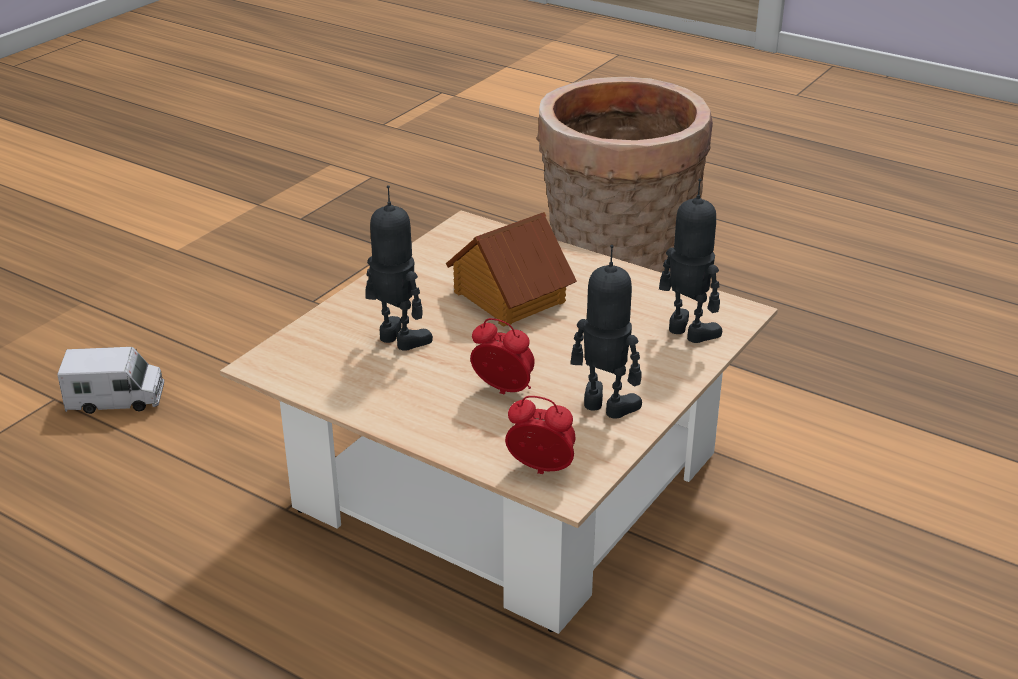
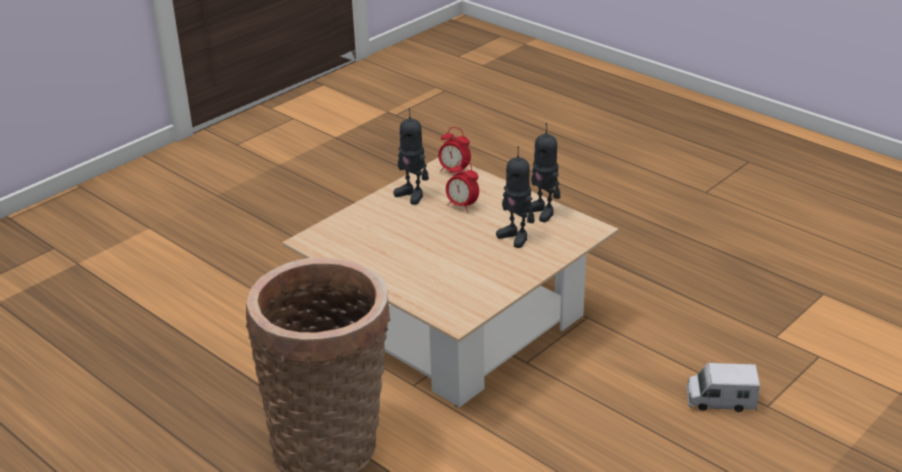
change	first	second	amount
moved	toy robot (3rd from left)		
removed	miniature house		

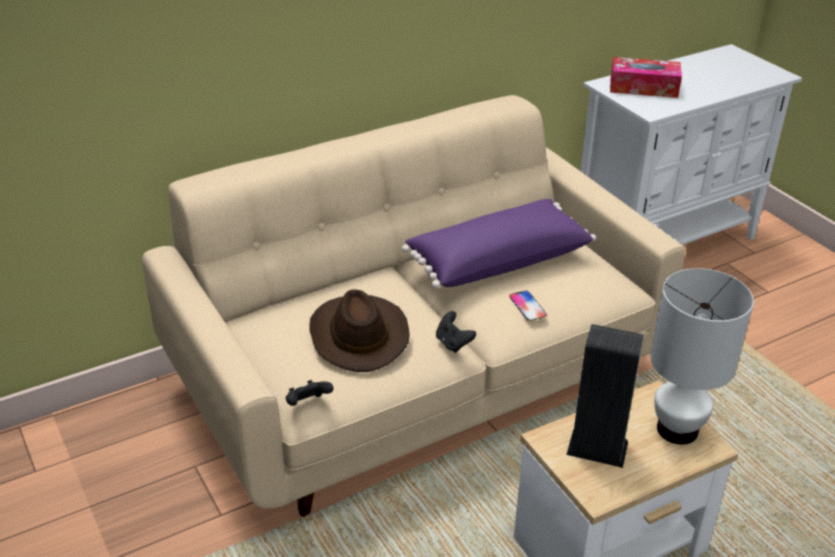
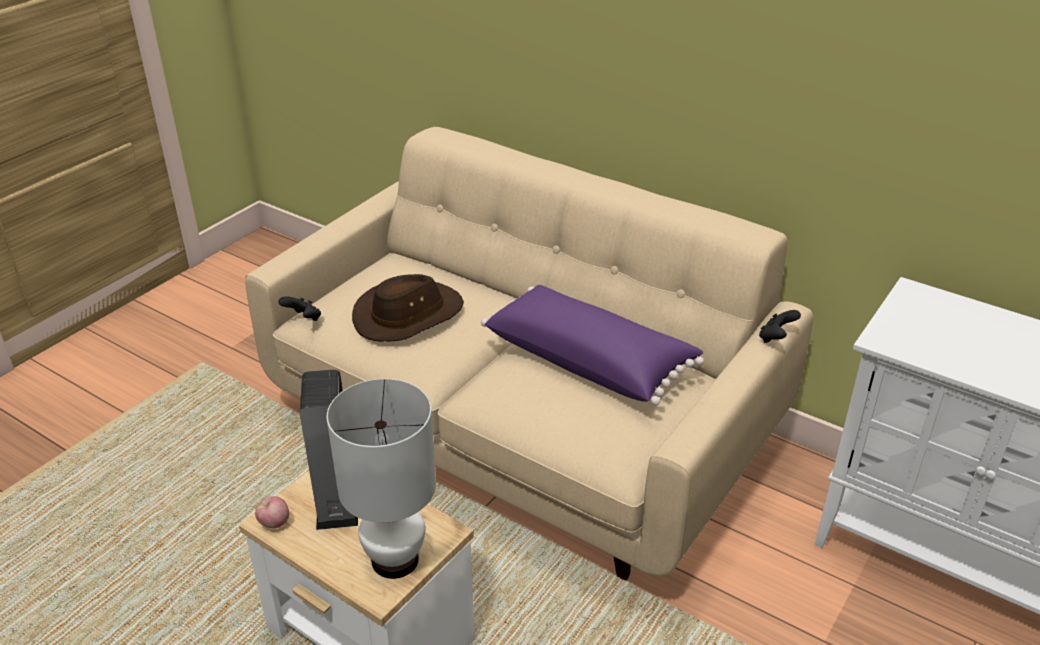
change	first	second	amount
added		apple fruit	
moved	blackish gamepad (2nd from left)		
removed	telephone		
removed	tissue holder		

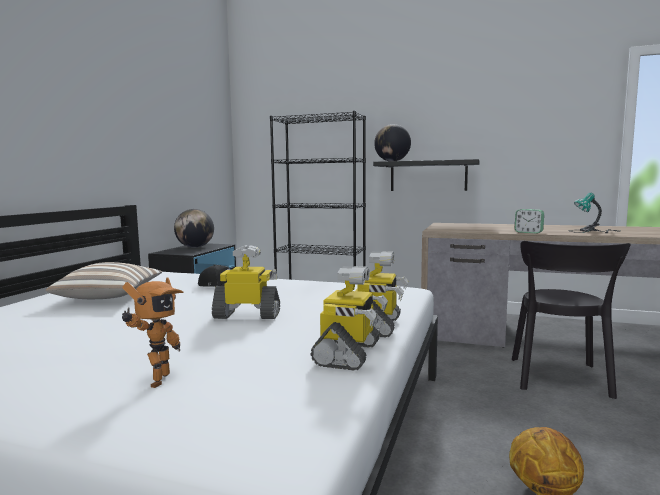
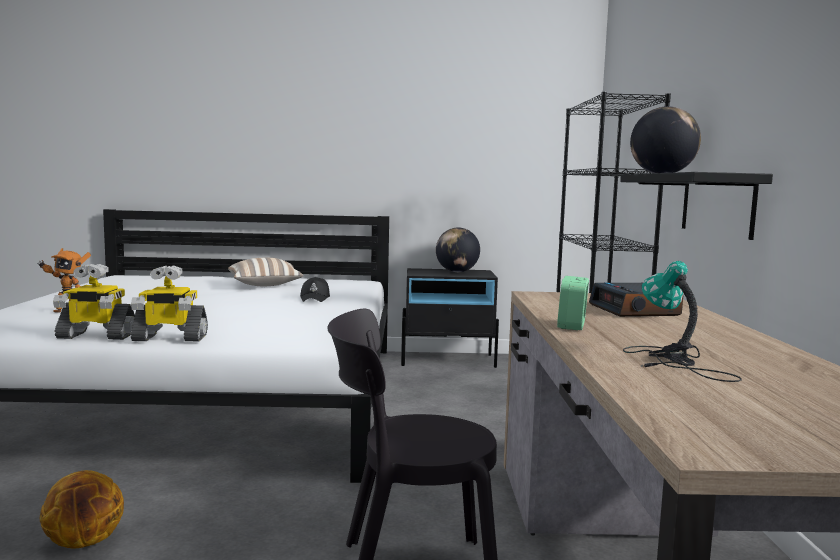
change	first	second	amount
added		table clock (2nd from left)	
removed	toy robot (2nd from left)		

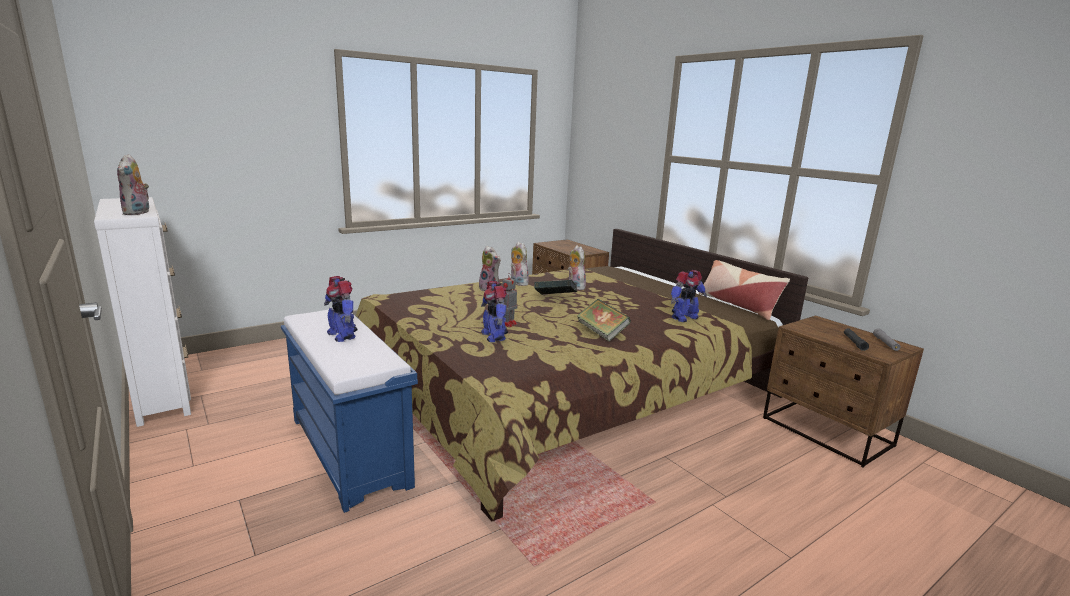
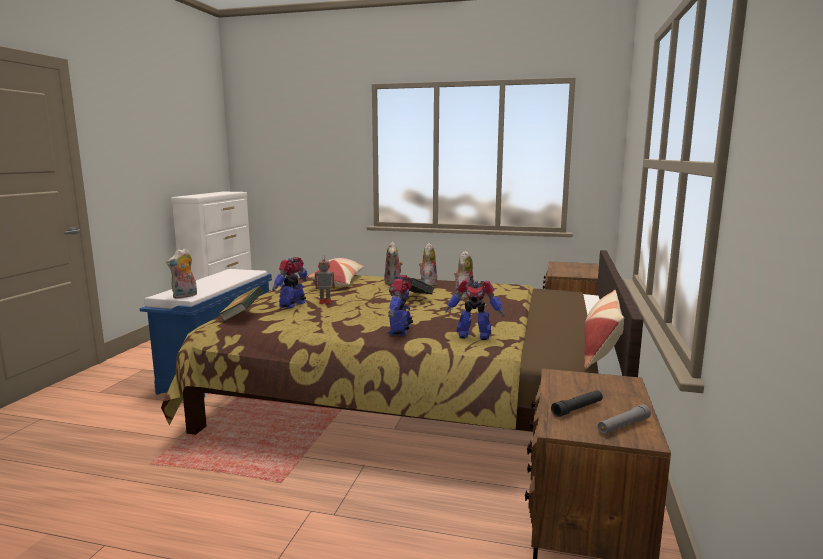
change	first	second	amount
moved	cuddly toy (1st from left)		
moved	bound book (2nd from left in the first image)	bound book (1st from left)	
added		throw pillow (1st from left)	
moved	toy robot (1st from left in the first image)	toy robot (3rd from left)	

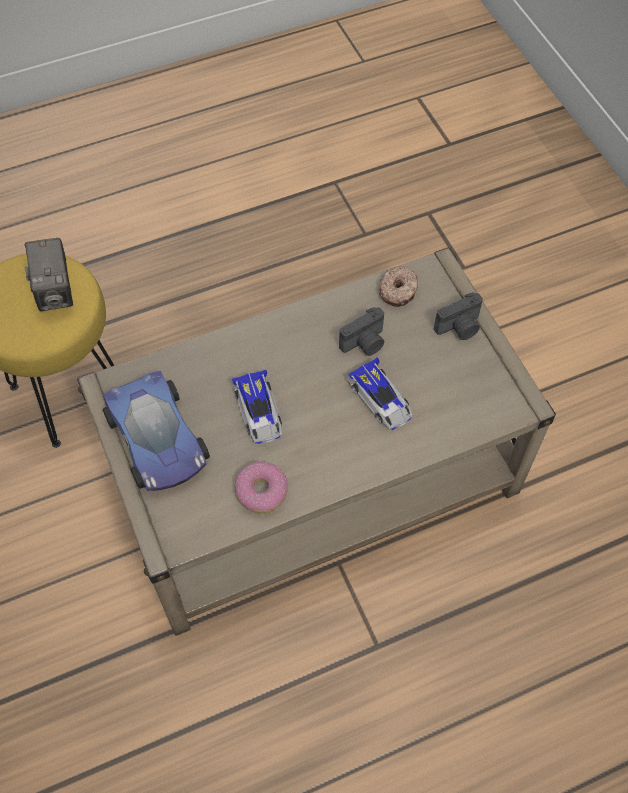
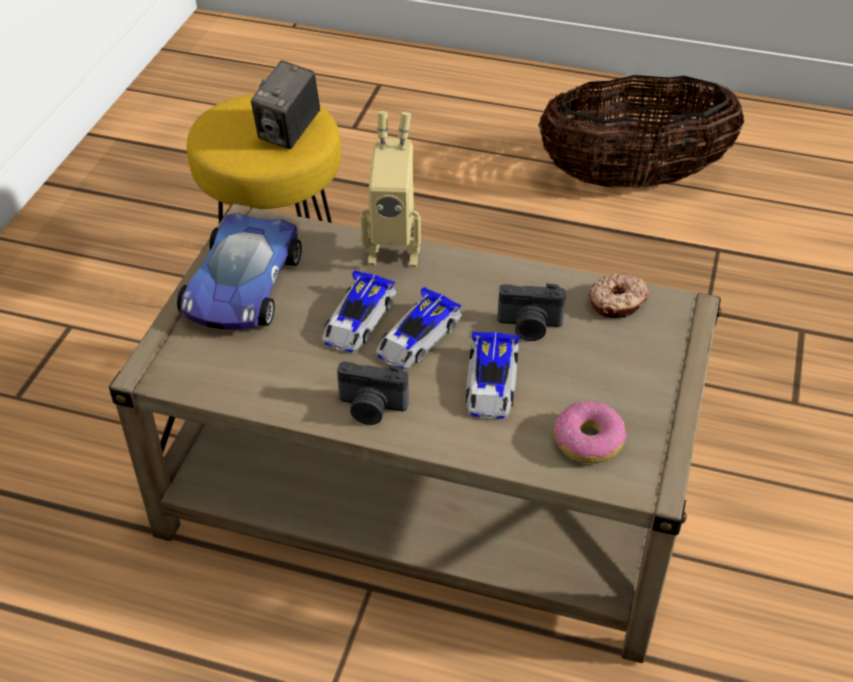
change	first	second	amount
moved	still camera (3rd from left in the first image)	still camera (2nd from left)	
added		toy robot	
added		model car (3rd from left)	
added		household basket	
moved	doughnut (1st from left)		

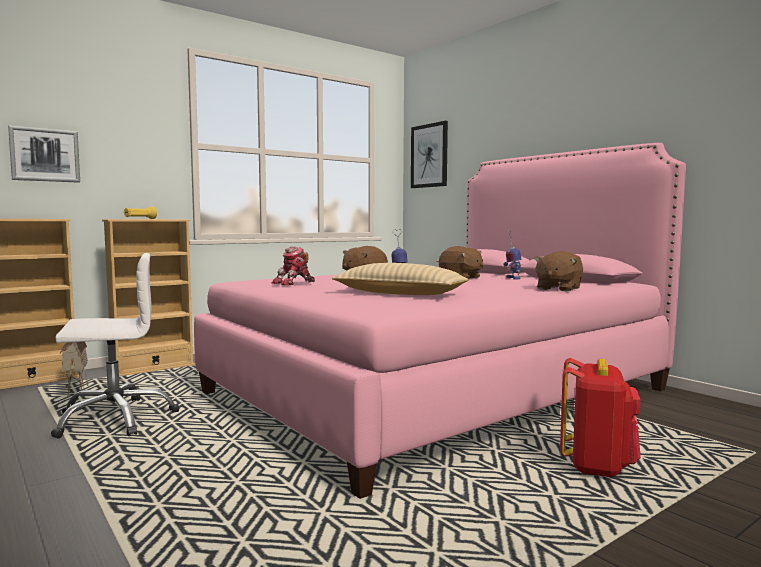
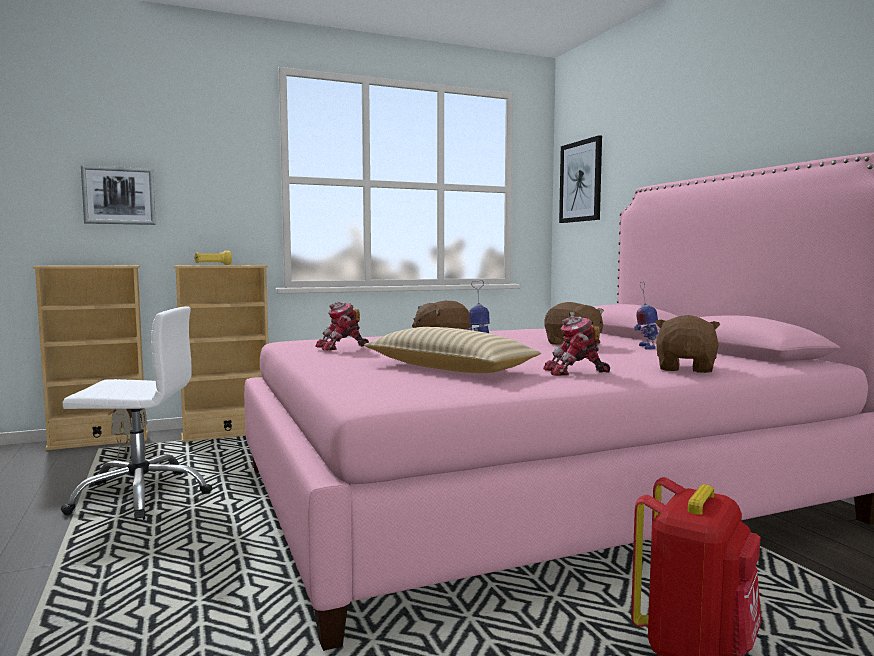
change	first	second	amount
added		toy robot (3rd from left)	
turned	brownish cuddly toy (3rd from left)		150 degrees clockwise

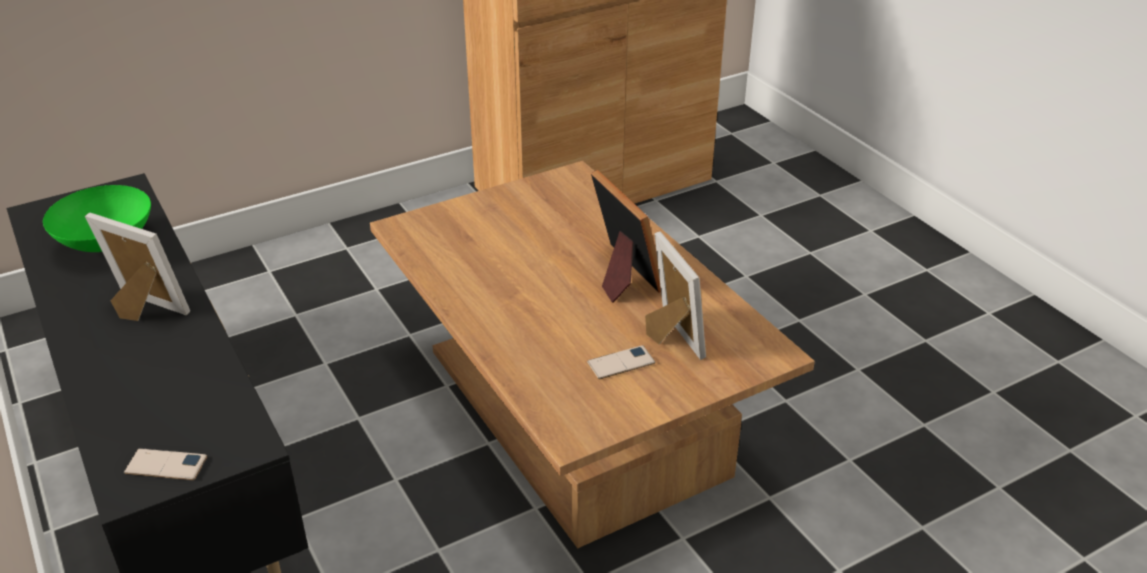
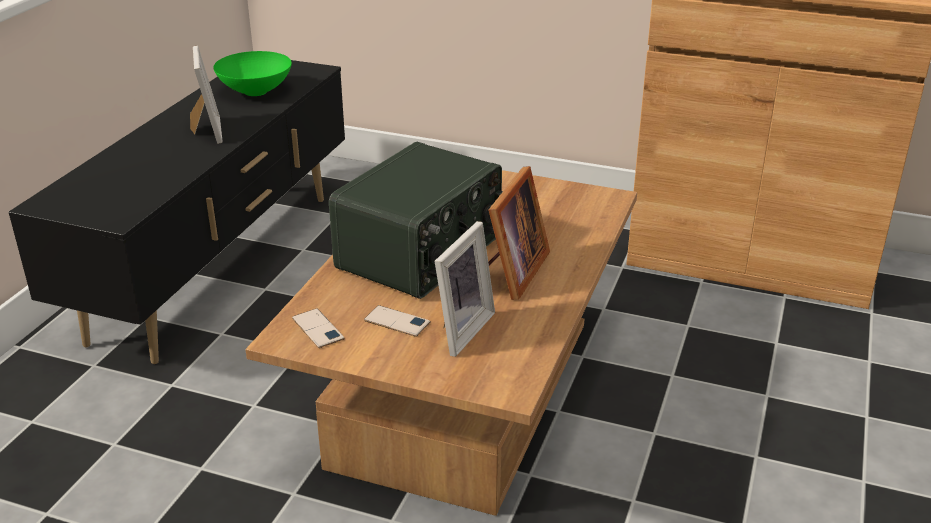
change	first	second	amount
moved	telephone (1st from left)		
added		radio	

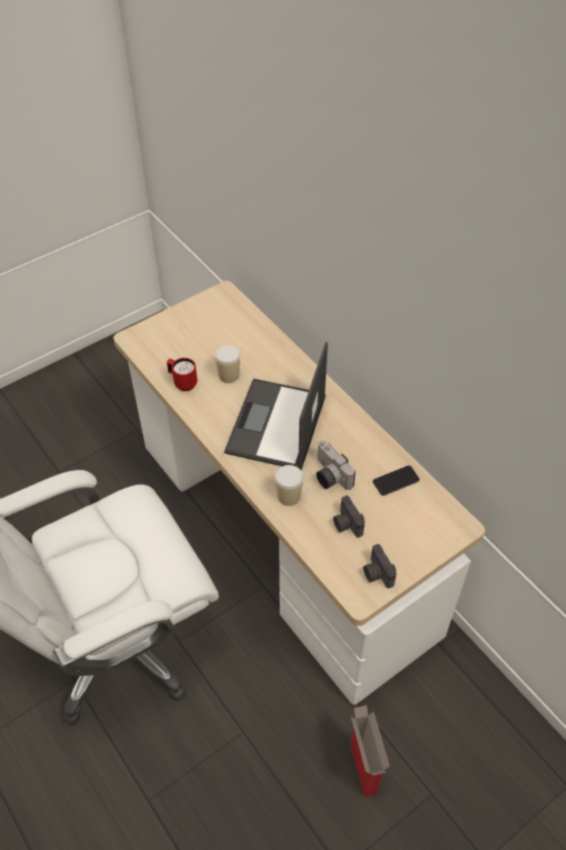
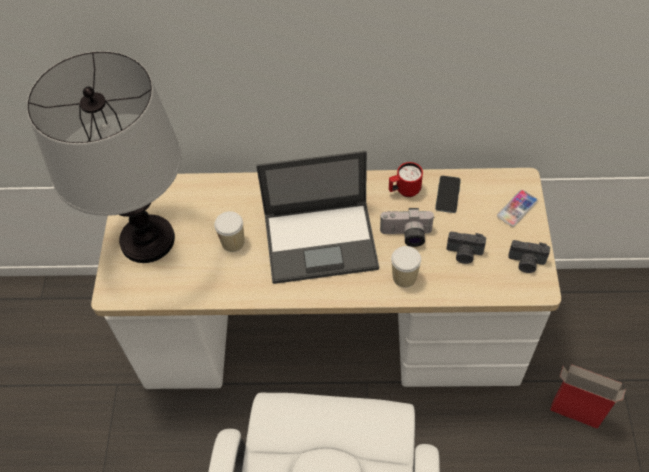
change	first	second	amount
added		lamp for a table	
turned	laptop		60 degrees counterclockwise
moved	reddish coffee mug		
added		telephone (2nd from left)	

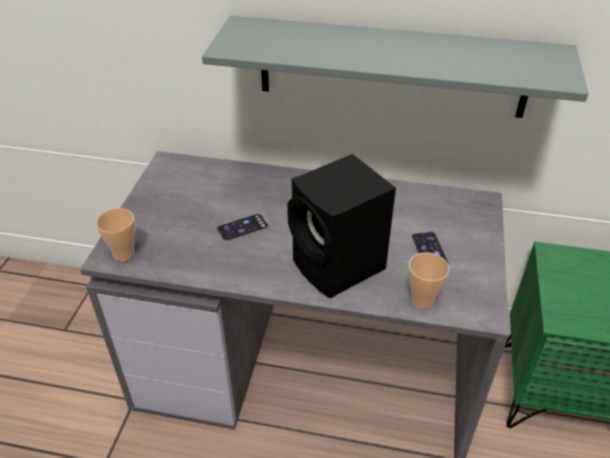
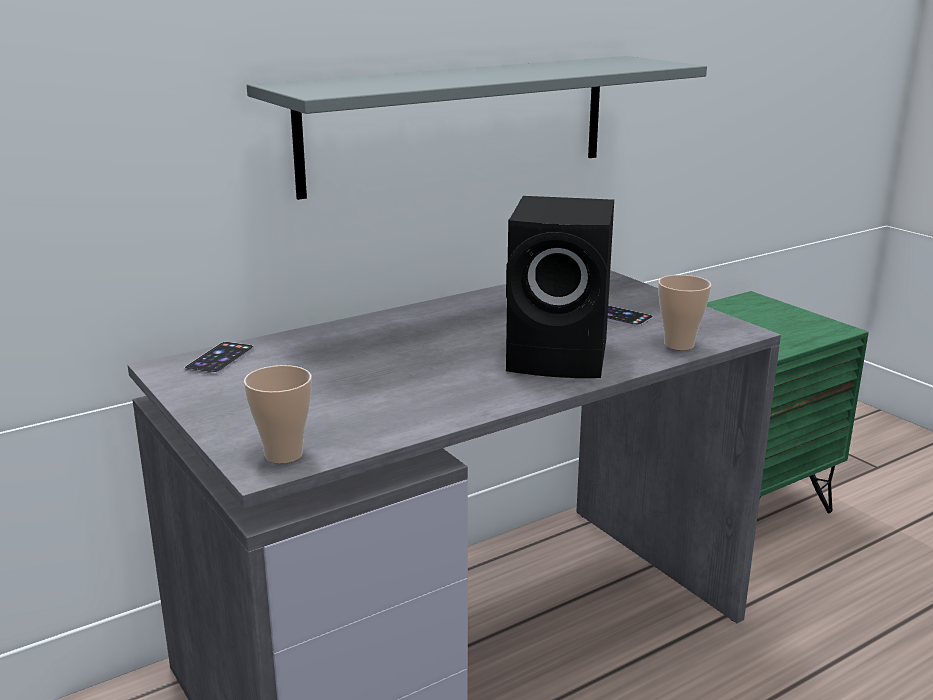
change	first	second	amount
moved	telephone (1st from left)		

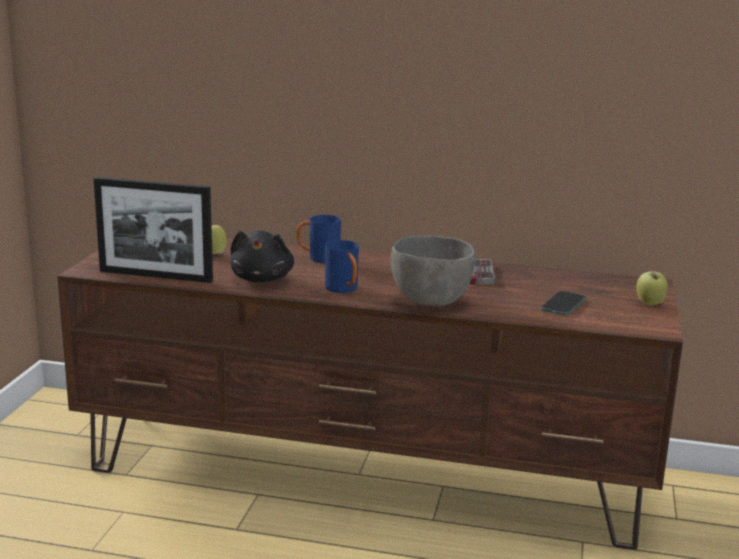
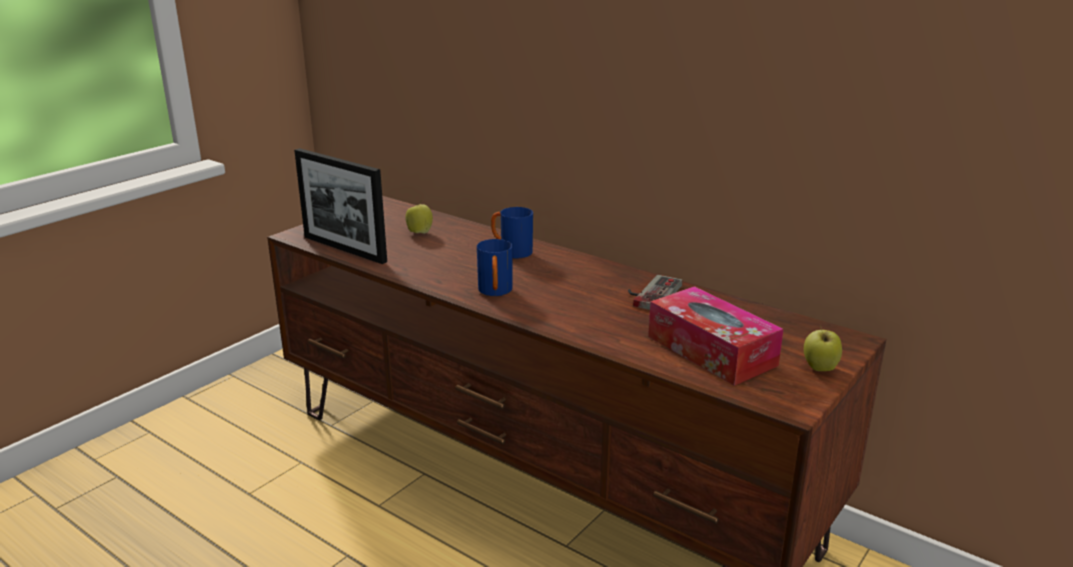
change	first	second	amount
replaced	telephone	tissue holder	
removed	blackish cuddly toy		
removed	gray bowl		

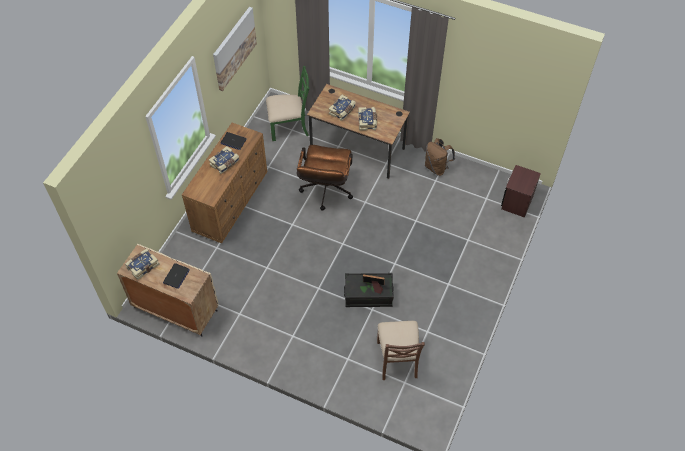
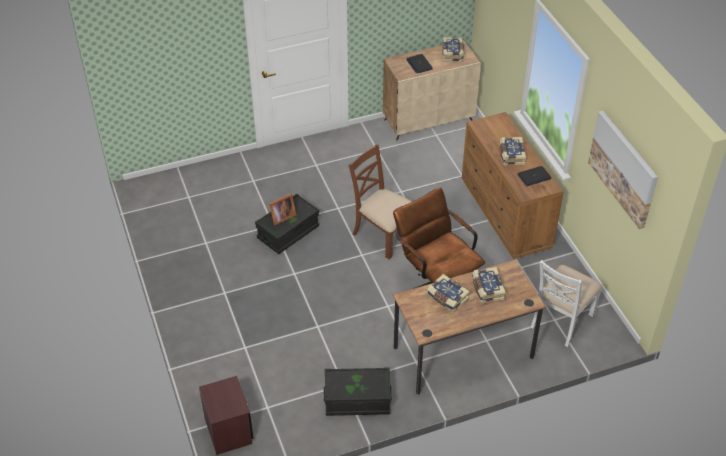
change	first	second	amount
replaced	brownish rucksack	blackish storage box (2nd from left)	
moved	brownish chair		
recoloured	greenish chair	white-coloured chair	

